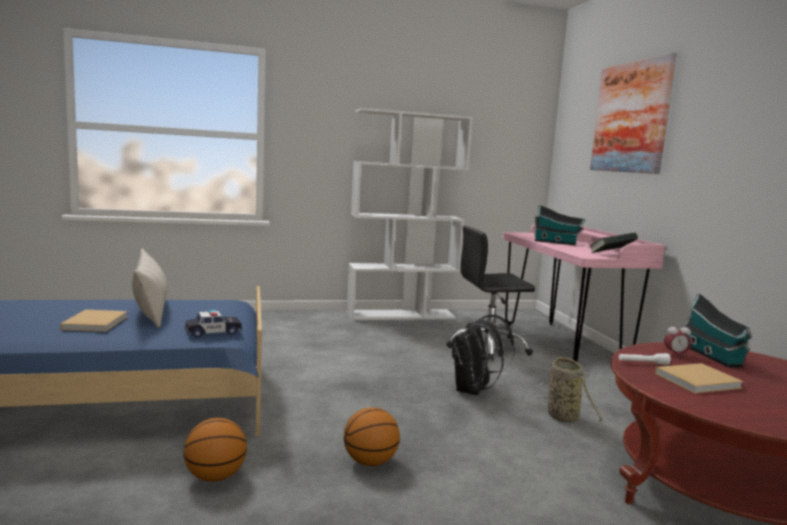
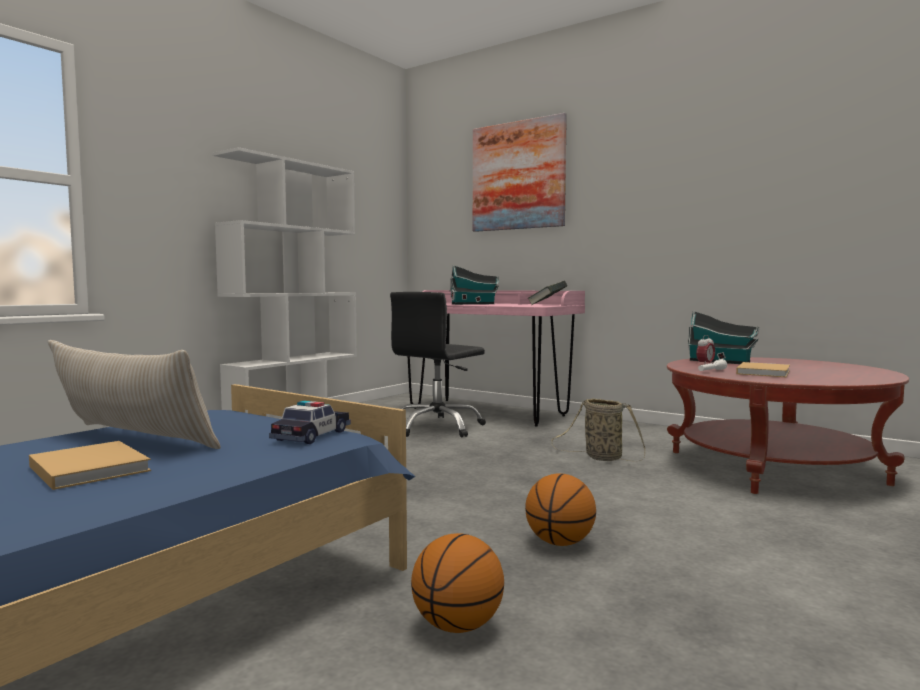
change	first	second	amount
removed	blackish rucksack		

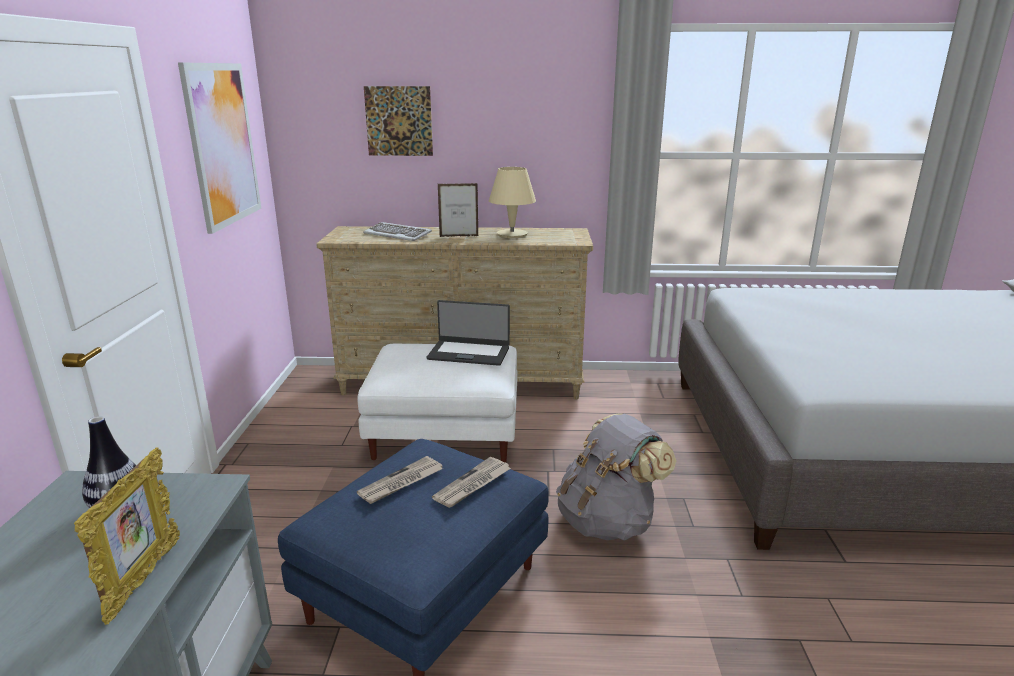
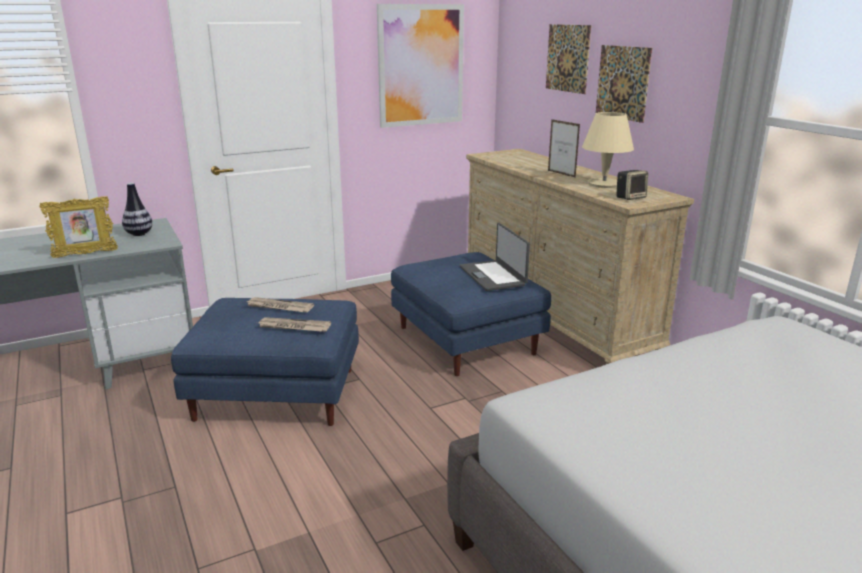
change	first	second	amount
recoloured	white-coloured pouffe	bluish pouffe (2nd from left)	
added		picture (3rd from left)	
added		speaker	
removed	keyboard		
removed	gray rucksack		

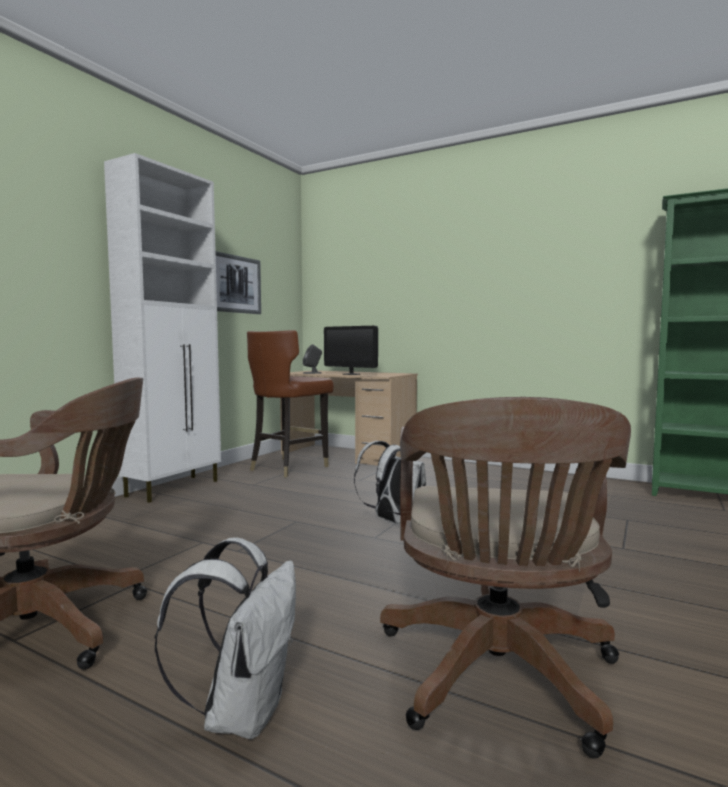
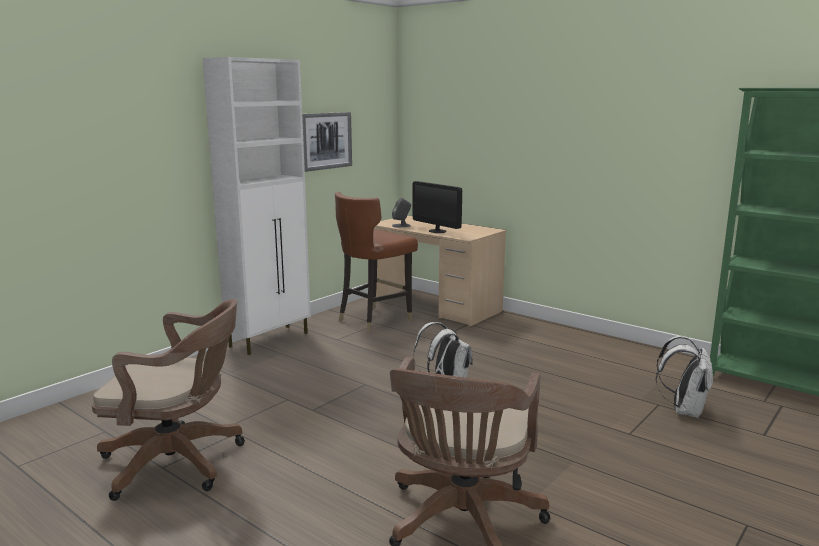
change	first	second	amount
moved	white-coloured rucksack (1st from left in the first image)	white-coloured rucksack (2nd from left)	

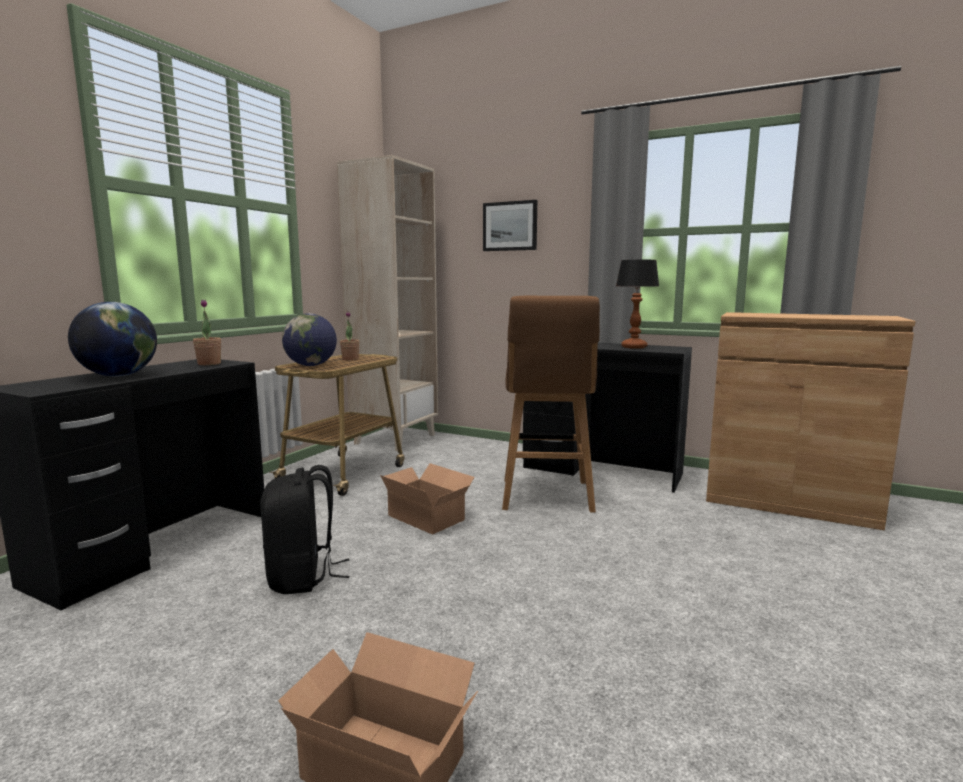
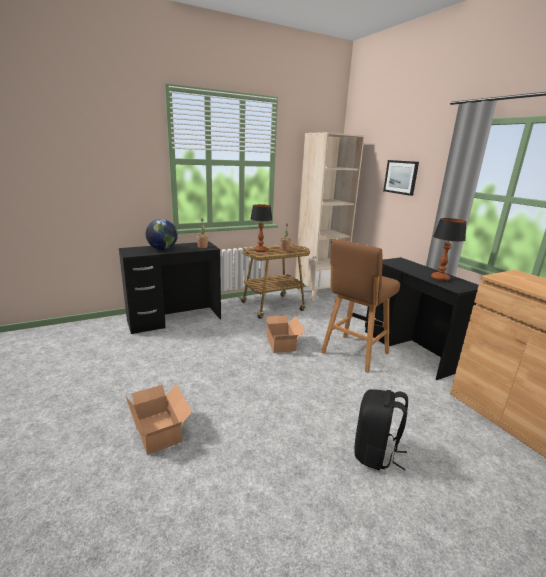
change	first	second	amount
replaced	world globe (2nd from left)	lamp for a table (1st from left)	
moved	blackish rucksack		

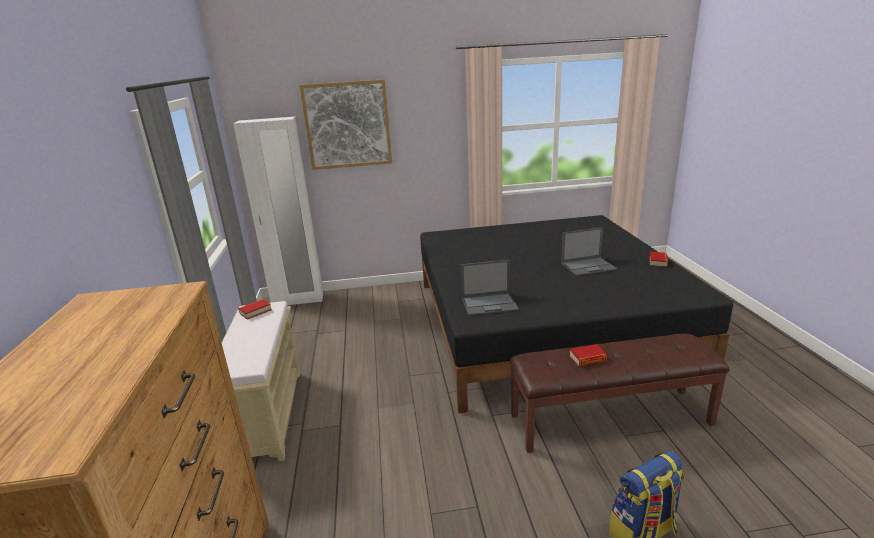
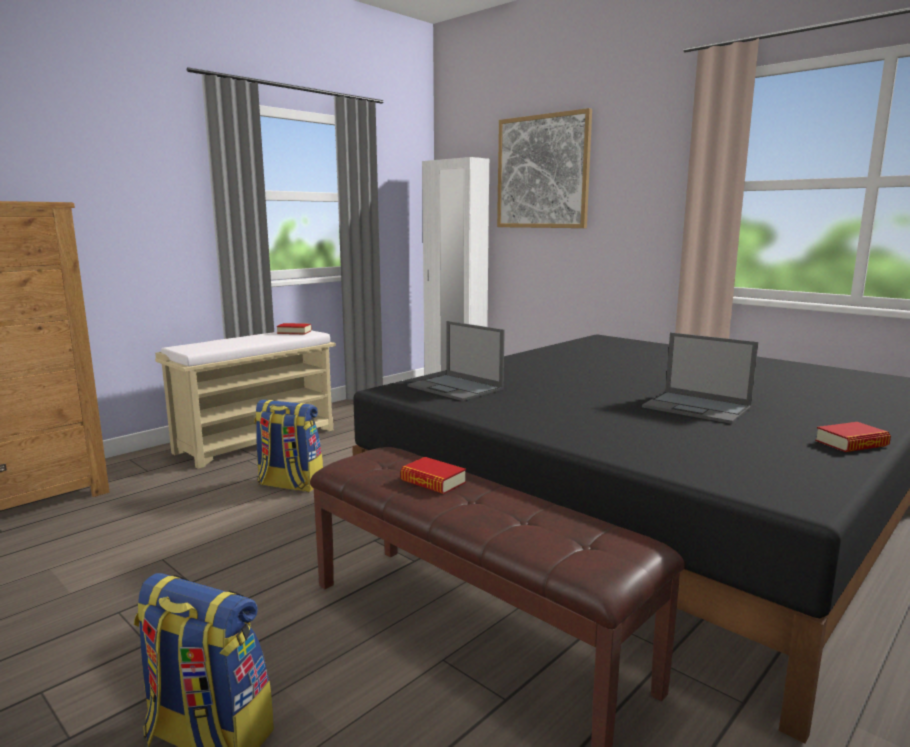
change	first	second	amount
added		rucksack (2nd from left)	

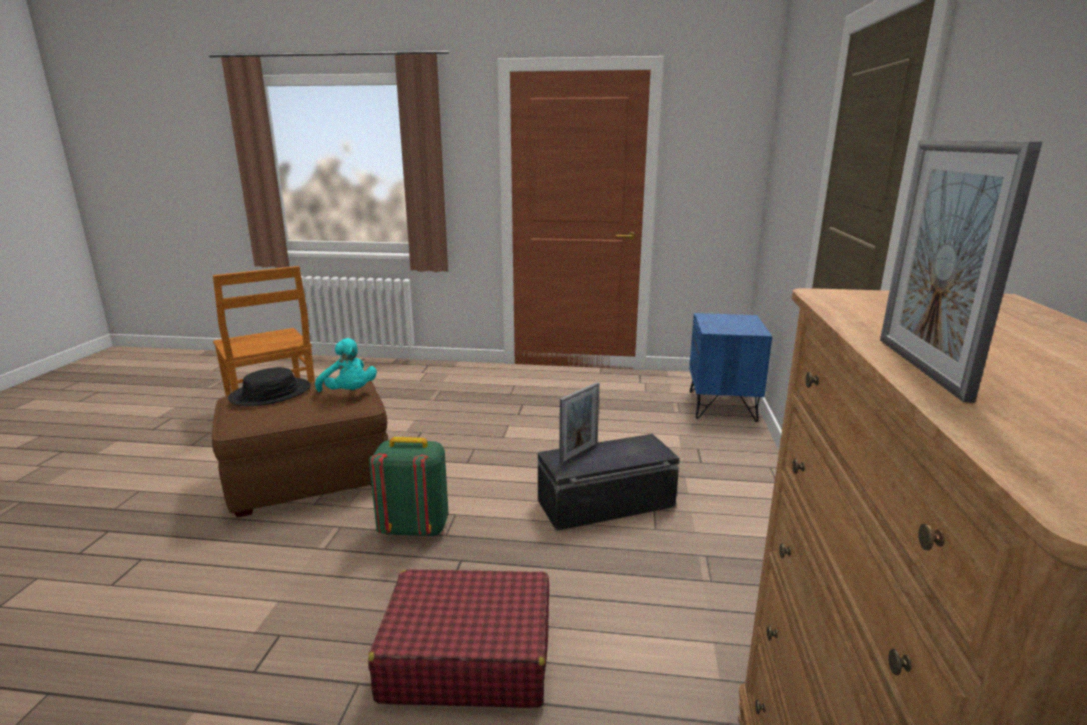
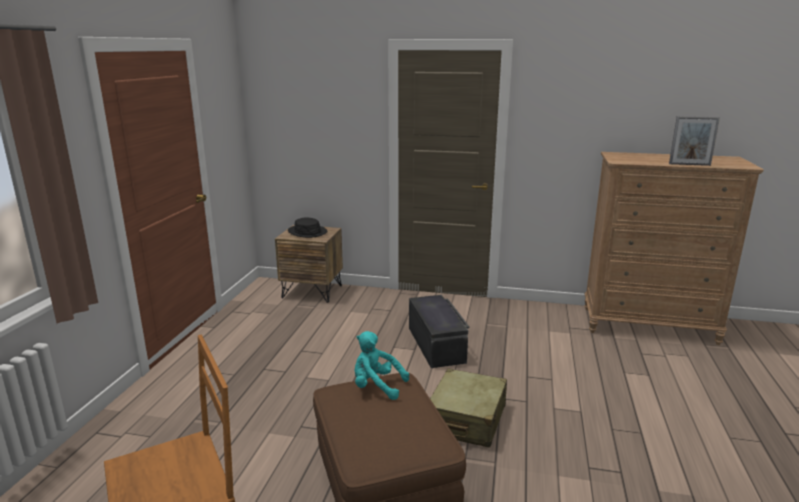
change	first	second	amount
recoloured	bluish night table	brownish night table	
moved	blackish wearable hat		
turned	turquoise-coloured cuddly toy		120 degrees counterclockwise
replaced	greenish rucksack	sand-coloured suitcase	
removed	reddish suitcase		
removed	picture frame (1st from left)		

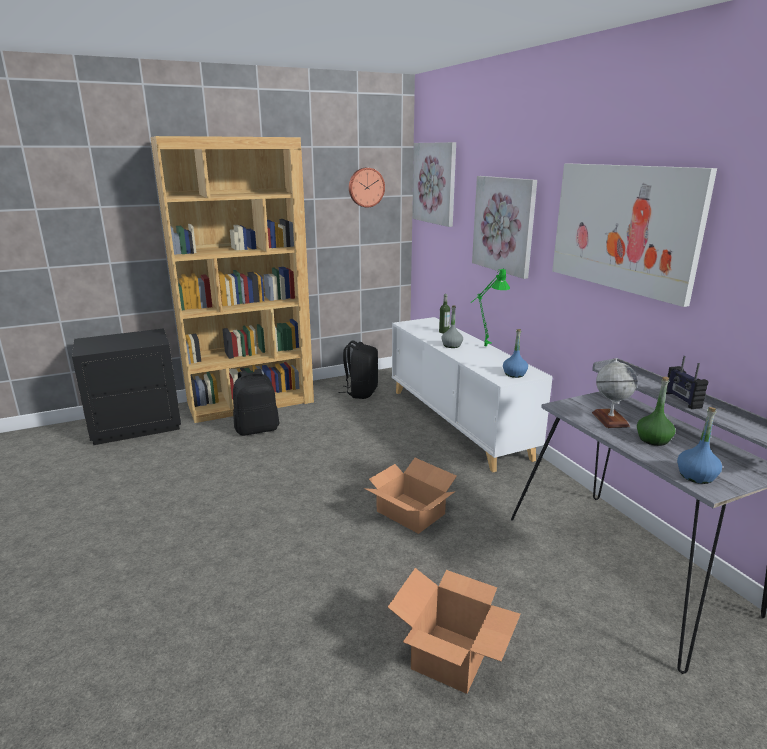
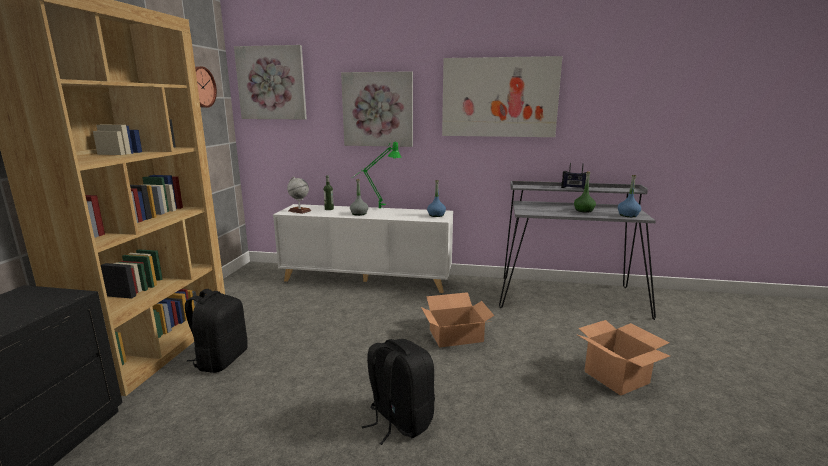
change	first	second	amount
moved	world globe		
moved	blackish rucksack (2nd from left)		

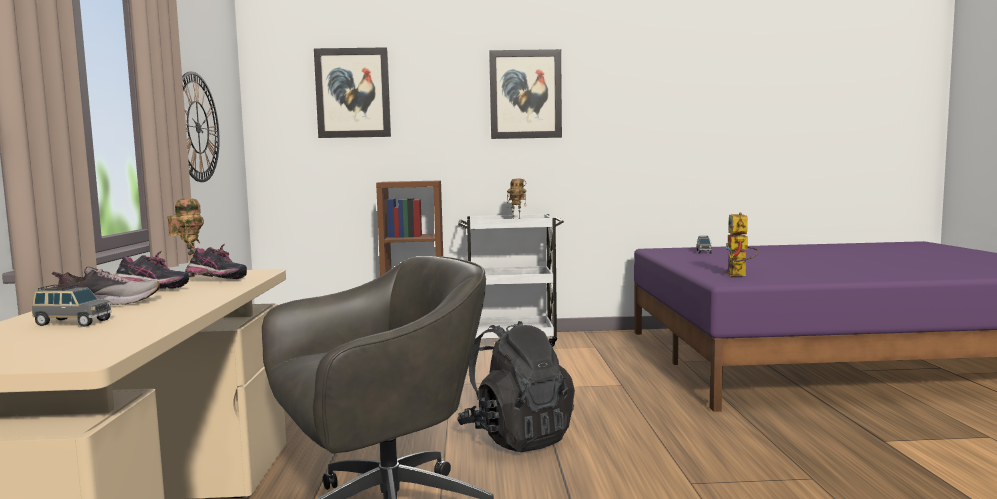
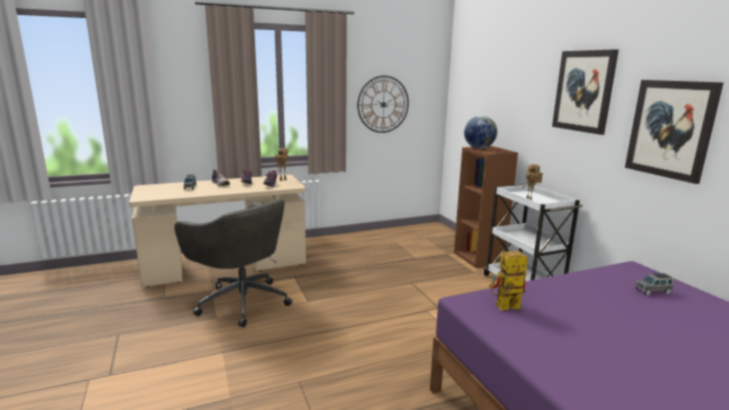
change	first	second	amount
added		world globe	
moved	picture (1st from left in the first image)	picture (2nd from left)	
removed	blackish rucksack		

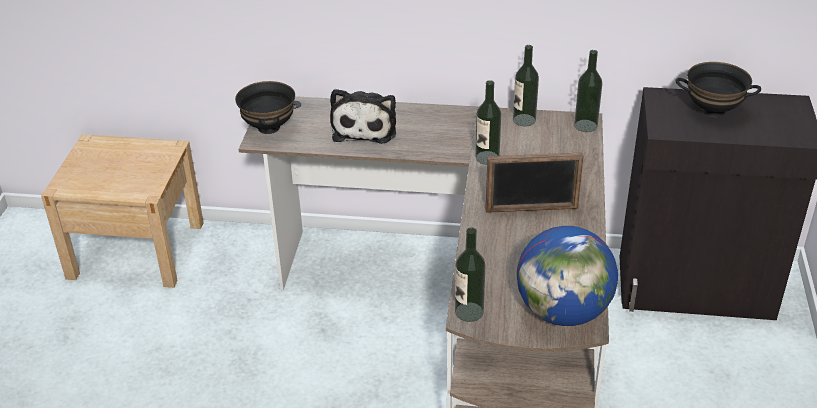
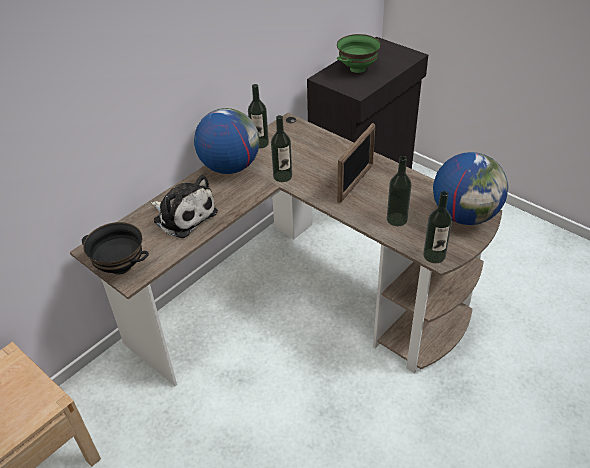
change	first	second	amount
added		world globe (1st from left)	
recoloured	blackish bowl (2nd from left)	greenish bowl	
moved	beverage bottle (4th from left in the first image)	beverage bottle (3rd from left)	

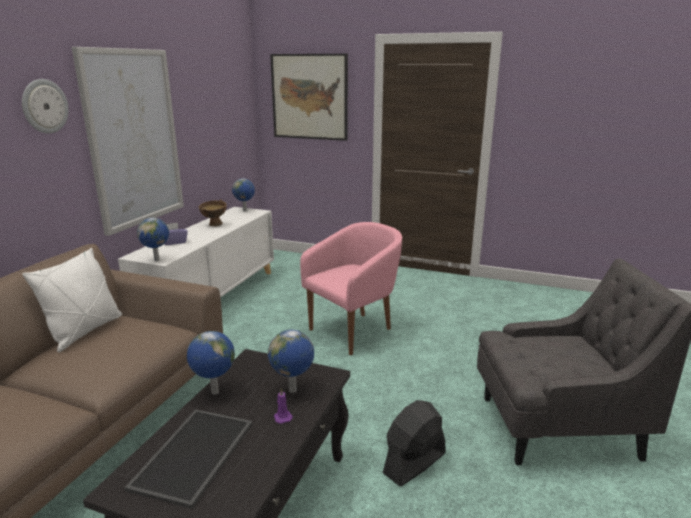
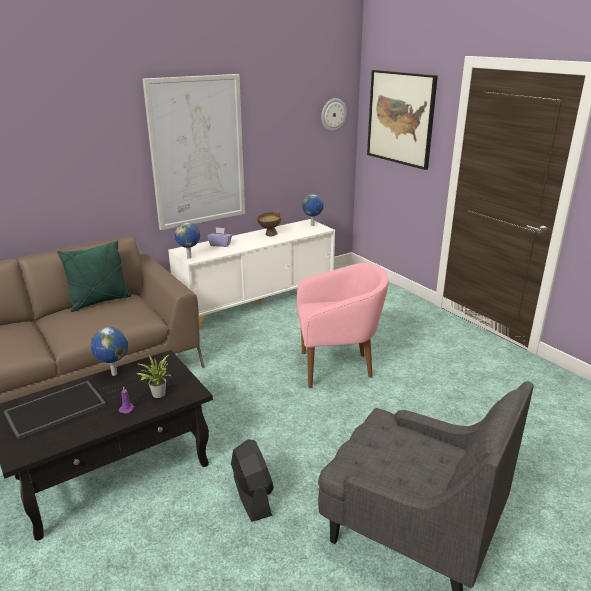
change	first	second	amount
recoloured	white-coloured throw pillow	greenish throw pillow	
replaced	world globe (4th from left)	plant in a pot	
turned	blackish electric fan		75 degrees clockwise
moved	wall clock		

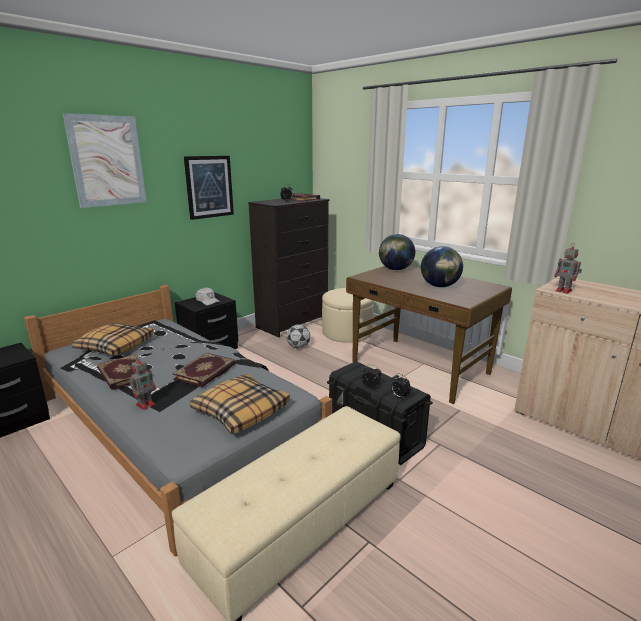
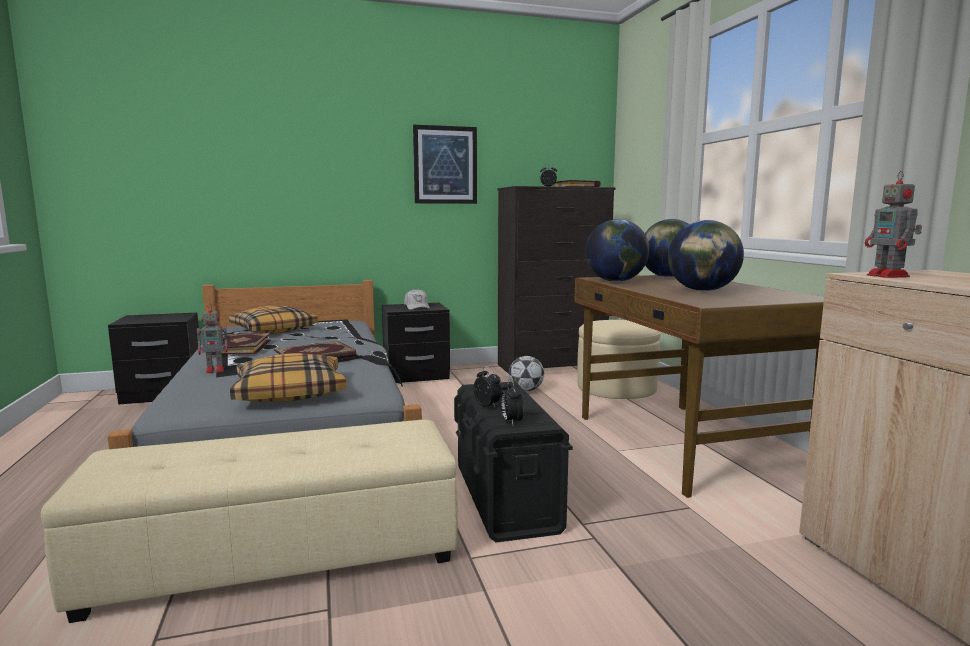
change	first	second	amount
added		world globe (1st from left)	
removed	picture (1st from left)		

